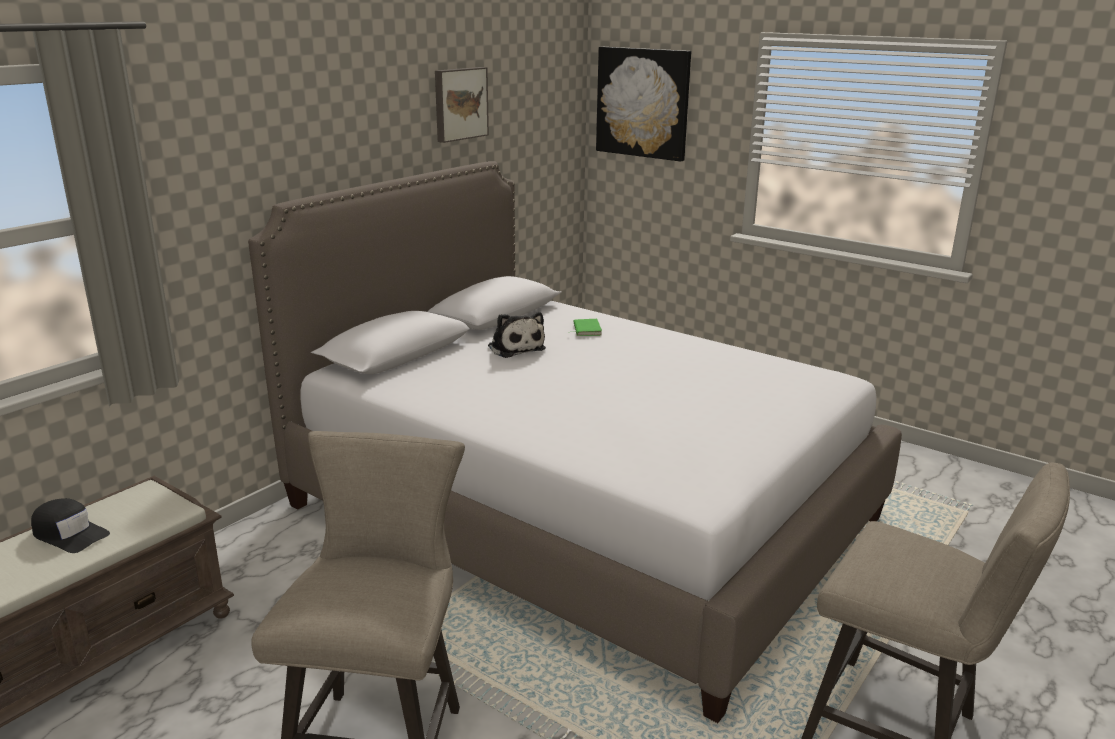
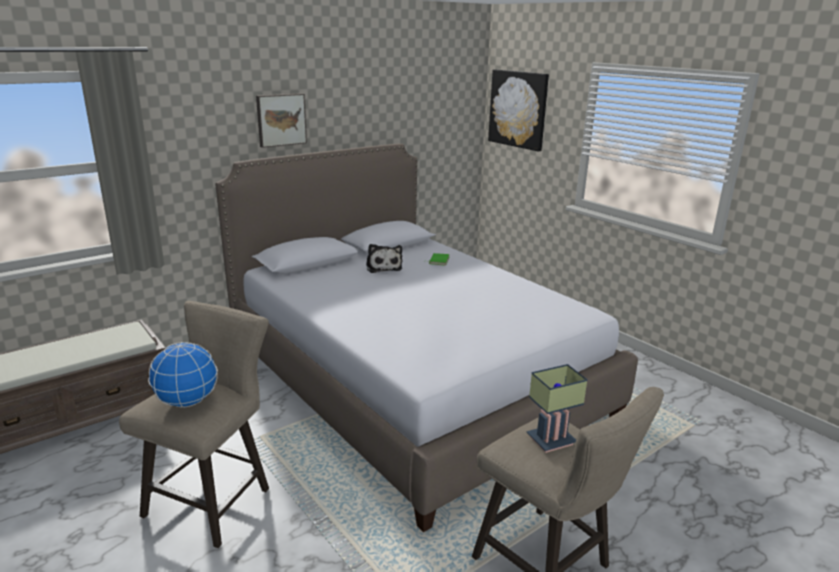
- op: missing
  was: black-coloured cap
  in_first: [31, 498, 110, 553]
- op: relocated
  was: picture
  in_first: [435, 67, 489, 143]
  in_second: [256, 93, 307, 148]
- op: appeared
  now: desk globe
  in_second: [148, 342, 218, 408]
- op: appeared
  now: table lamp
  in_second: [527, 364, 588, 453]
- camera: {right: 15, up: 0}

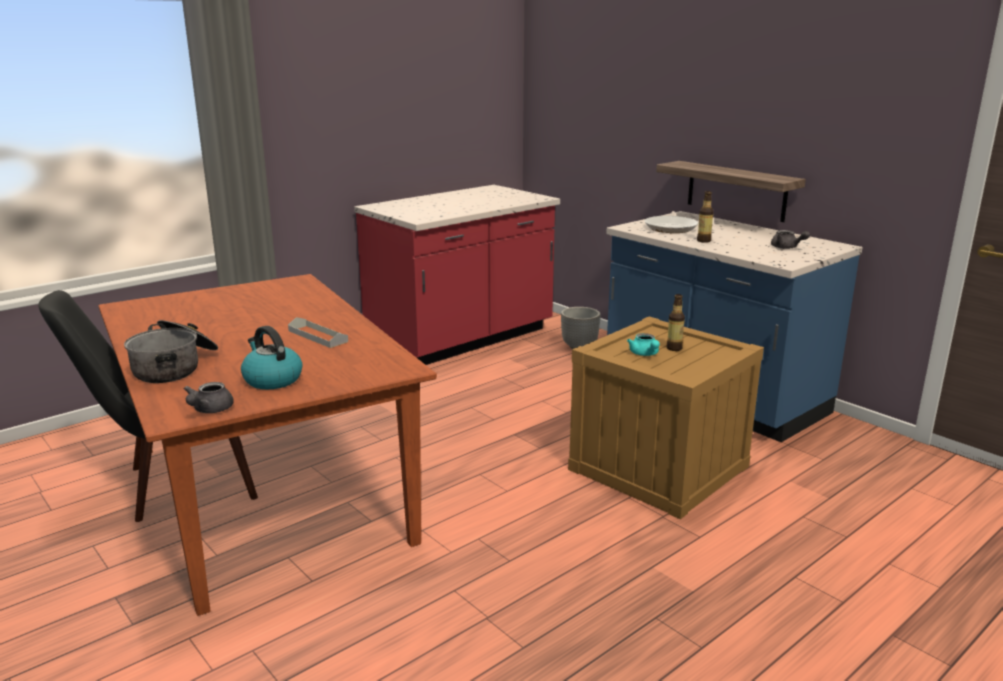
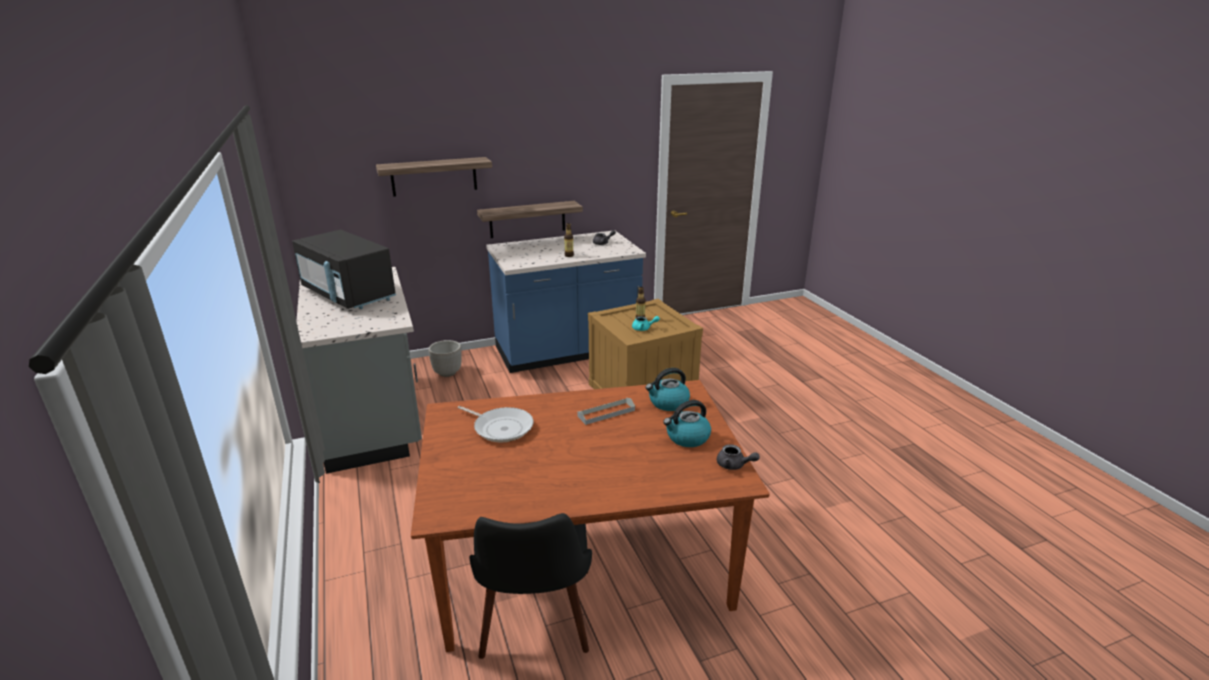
- op: missing
  was: saucepot
  in_first: [124, 320, 218, 383]
- op: colour
  was: red-coloured kitchen counter
  now: greyish kitchen counter
  in_first: [354, 185, 560, 365]
  in_second: [296, 267, 422, 474]
- op: relocated
  was: pan
  in_first: [644, 211, 699, 233]
  in_second: [457, 406, 533, 443]
- op: appeared
  now: black-coloured microwave oven
  in_second: [292, 230, 396, 309]
- op: appeared
  now: bracket shelf
  in_second: [376, 157, 492, 197]
- op: appeared
  now: tea kettle
  in_second: [646, 368, 690, 411]
- camera: {right: -70, up: 5}

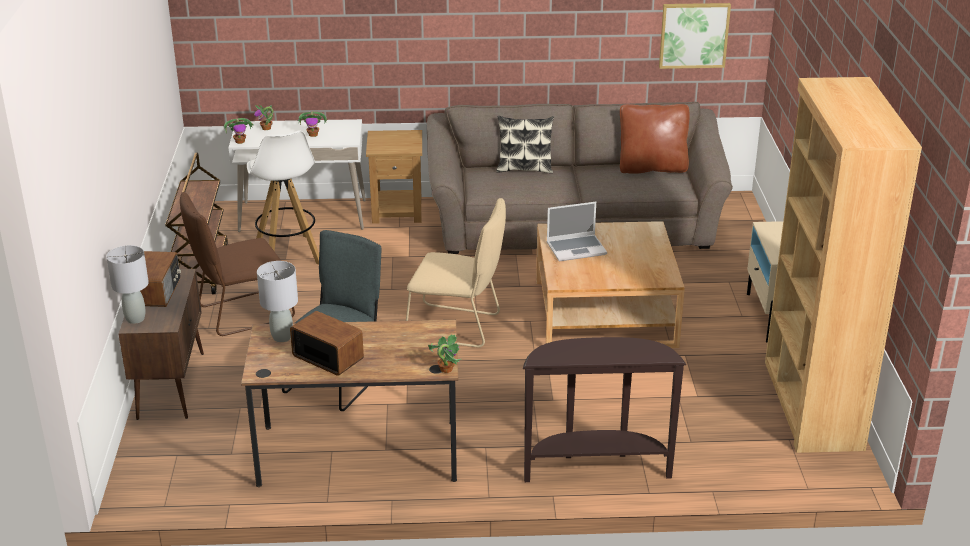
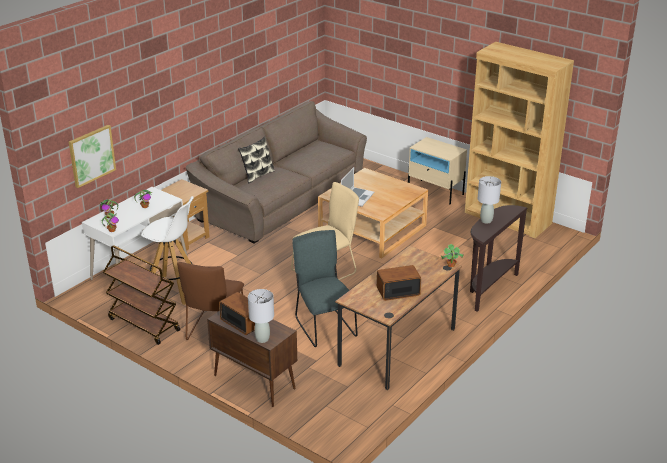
- op: relocated
  was: greyish table lamp
  in_first: [257, 261, 298, 342]
  in_second: [478, 176, 501, 224]
- op: missing
  was: brown-coloured pillow
  in_first: [620, 104, 689, 174]
- op: relocated
  was: picture
  in_first: [659, 3, 731, 69]
  in_second: [69, 125, 116, 188]
- camera: {right: -50, up: 0}

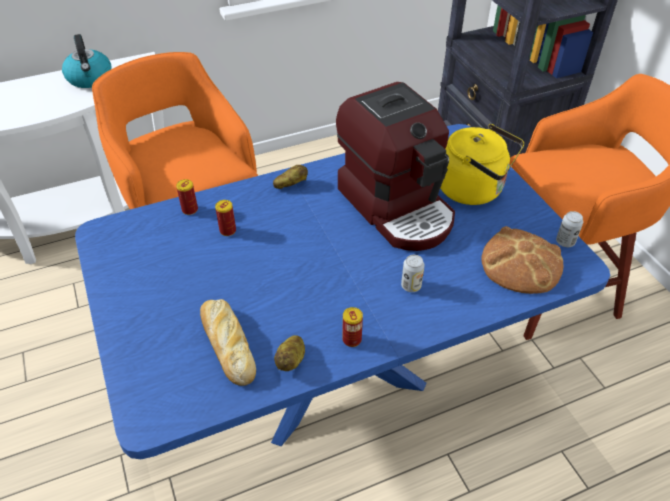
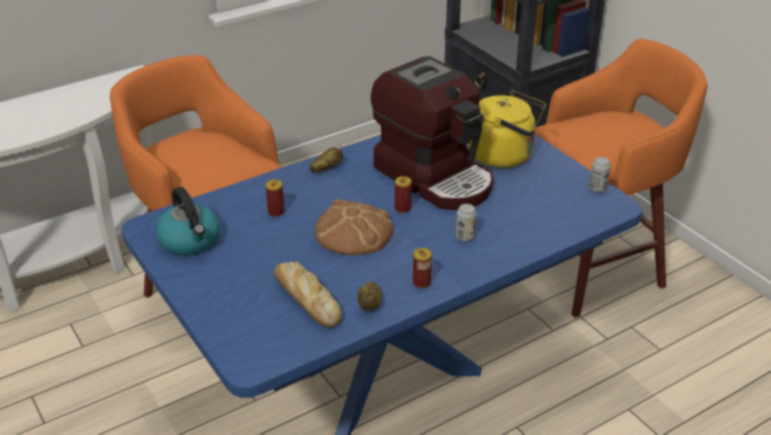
- op: relocated
  was: tea kettle
  in_first: [62, 34, 111, 88]
  in_second: [156, 187, 220, 255]
- op: relocated
  was: metal can
  in_first: [176, 179, 198, 215]
  in_second: [395, 176, 412, 213]
- op: relocated
  was: baked bread
  in_first: [482, 226, 563, 294]
  in_second: [315, 199, 393, 255]
- camera: {right: -10, up: -10}

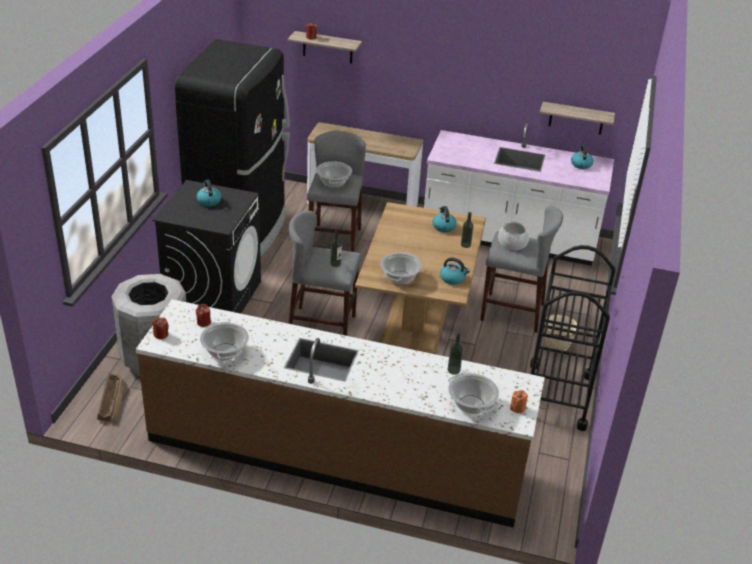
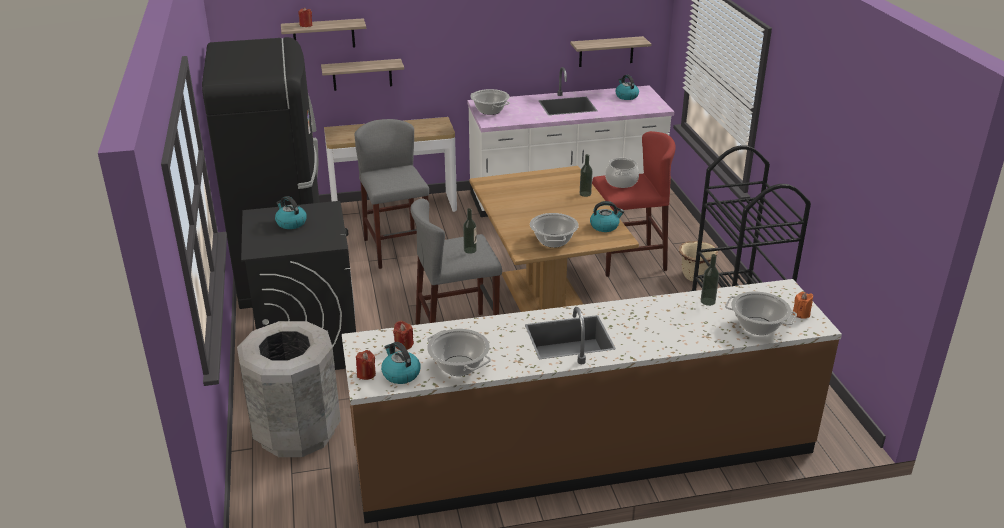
- op: missing
  was: crate
  in_first: [97, 372, 126, 424]
- op: relocated
  was: saucepot
  in_first: [316, 162, 352, 188]
  in_second: [470, 89, 510, 115]
- op: relocated
  was: tea kettle
  in_first: [432, 206, 457, 232]
  in_second: [381, 342, 421, 384]
- op: colour
  was: greyish stool
  now: red-coloured stool
  in_first: [480, 206, 563, 333]
  in_second: [592, 131, 676, 277]
- op: appeared
  now: bracket shelf
  in_second: [321, 59, 404, 91]
- camera: {right: -25, up: -5}

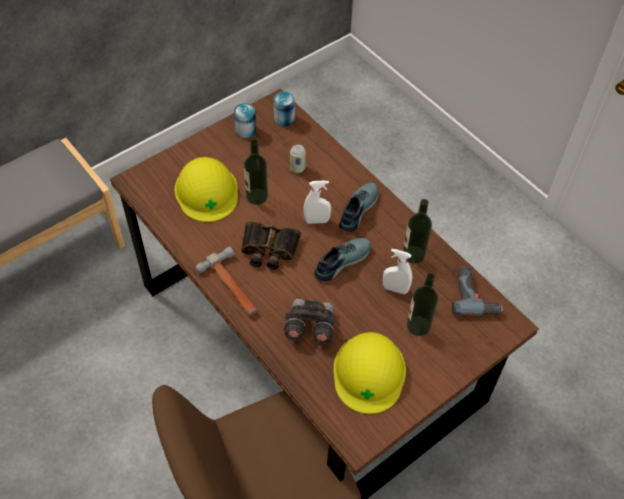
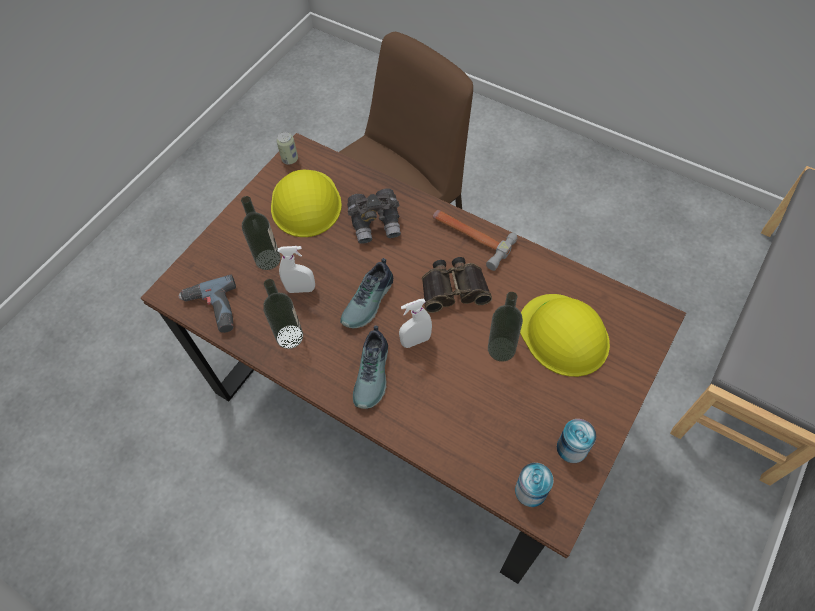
- op: relocated
  was: metal can
  in_first: [290, 144, 306, 173]
  in_second: [276, 132, 298, 165]
- camera: {right: 165, up: 5}

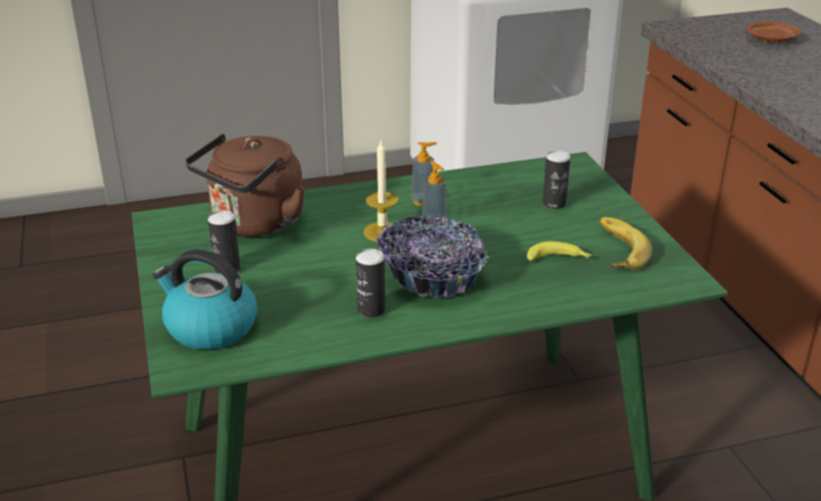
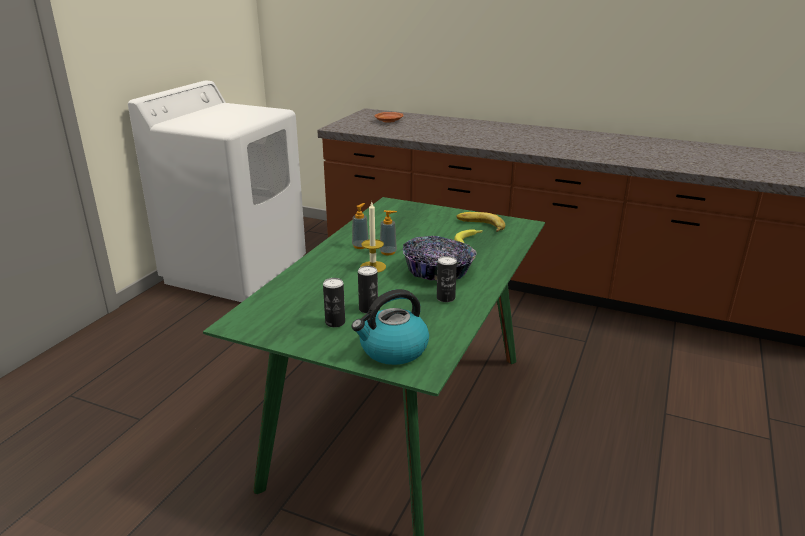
- op: missing
  was: brown-coloured tea kettle
  in_first: [185, 134, 305, 237]
- op: relocated
  was: metal can
  in_first: [542, 150, 570, 209]
  in_second: [358, 266, 378, 314]
- camera: {right: -50, up: -5}

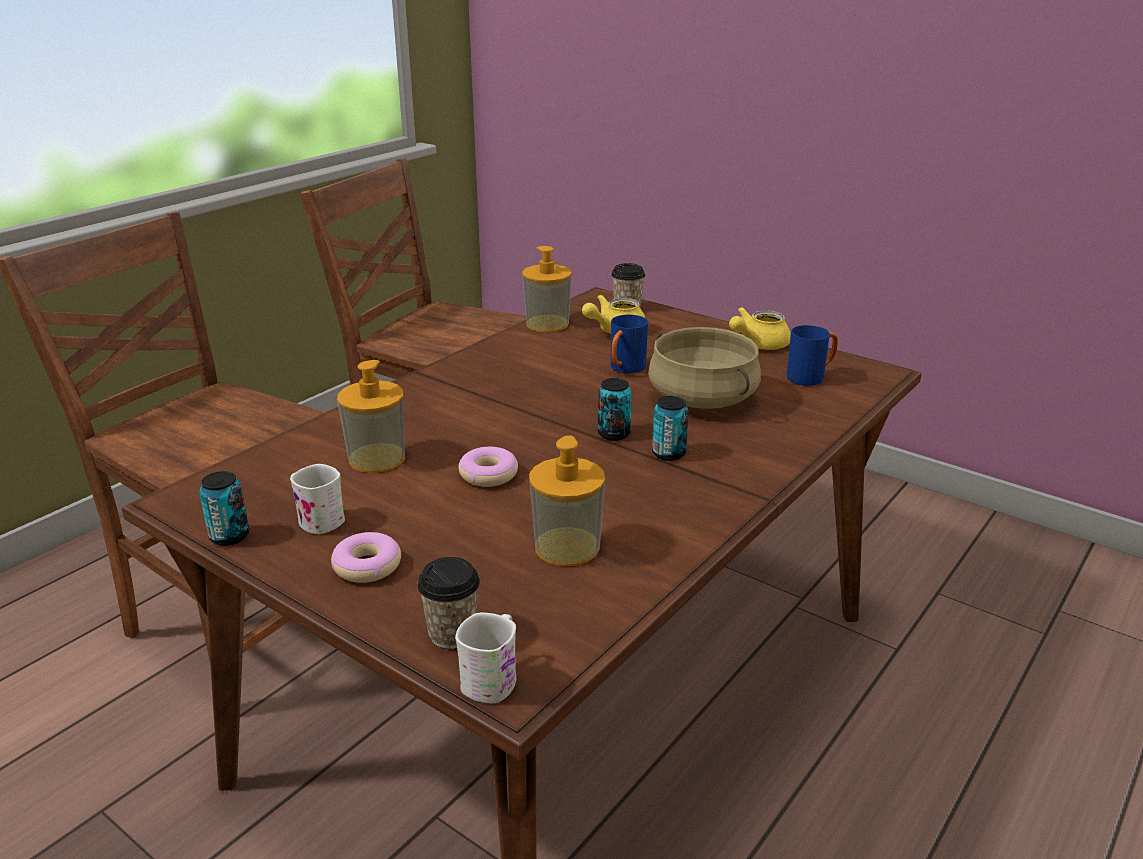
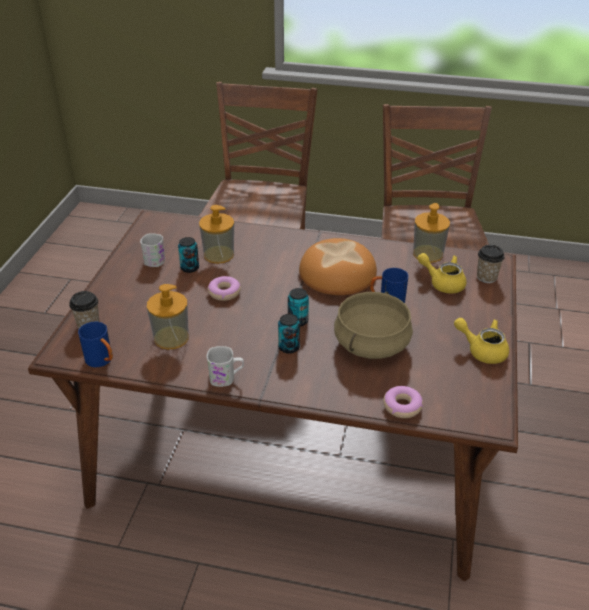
- op: relocated
  was: metal can
  in_first: [199, 471, 249, 546]
  in_second: [178, 237, 199, 273]
- op: relocated
  was: doughnut
  in_first: [331, 532, 401, 583]
  in_second: [383, 386, 423, 418]
- op: relocated
  was: white mug
  in_first: [455, 613, 516, 703]
  in_second: [207, 346, 244, 387]
- op: relocated
  was: blue mug
  in_first: [787, 325, 838, 386]
  in_second: [78, 322, 113, 367]
- op: appeared
  now: baked bread
  in_second: [299, 238, 377, 295]
- camera: {right: 65, up: 10}

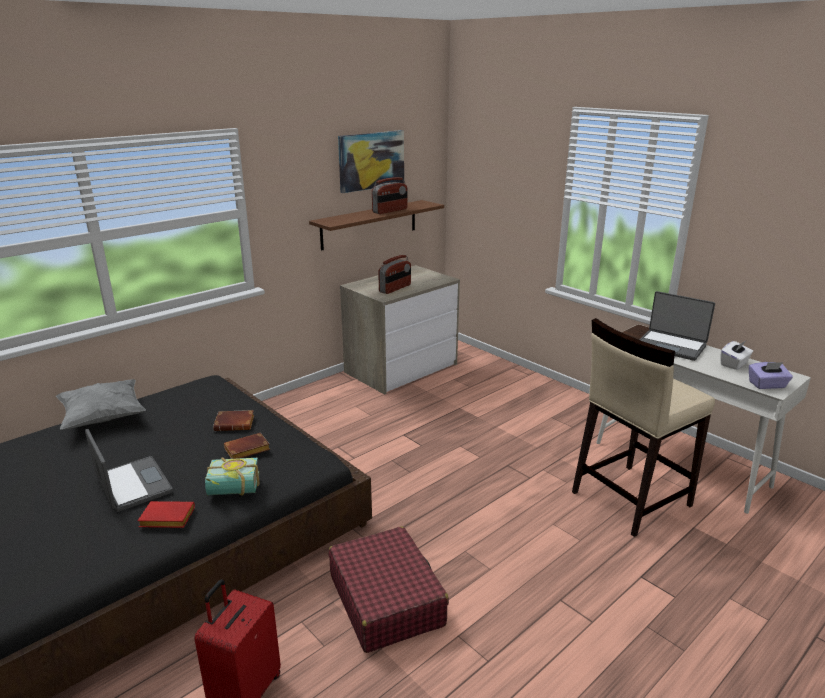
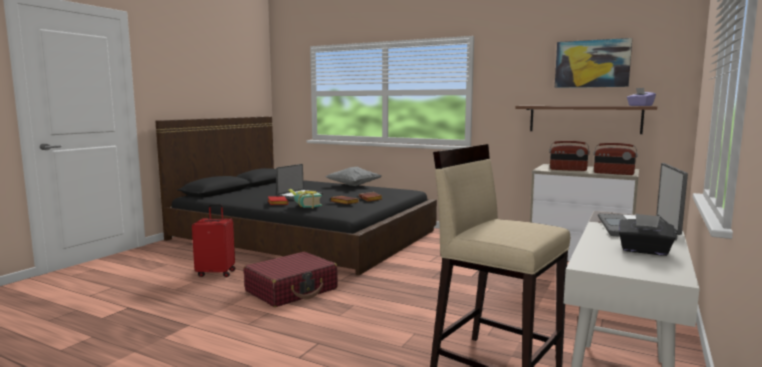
- op: relocated
  was: radio
  in_first: [372, 177, 407, 214]
  in_second: [593, 143, 638, 175]
- op: colour
  was: white box of tissues
  now: black-coloured box of tissues
  in_first: [720, 341, 753, 370]
  in_second: [619, 214, 675, 256]
- op: relocated
  was: purplish box of tissues
  in_first: [749, 362, 793, 389]
  in_second: [627, 88, 656, 106]
- camera: {right: 70, up: -15}

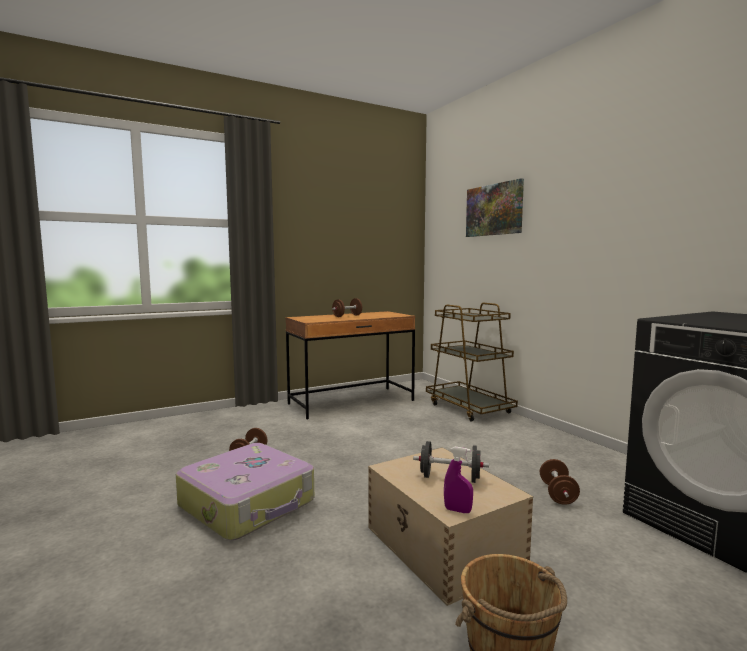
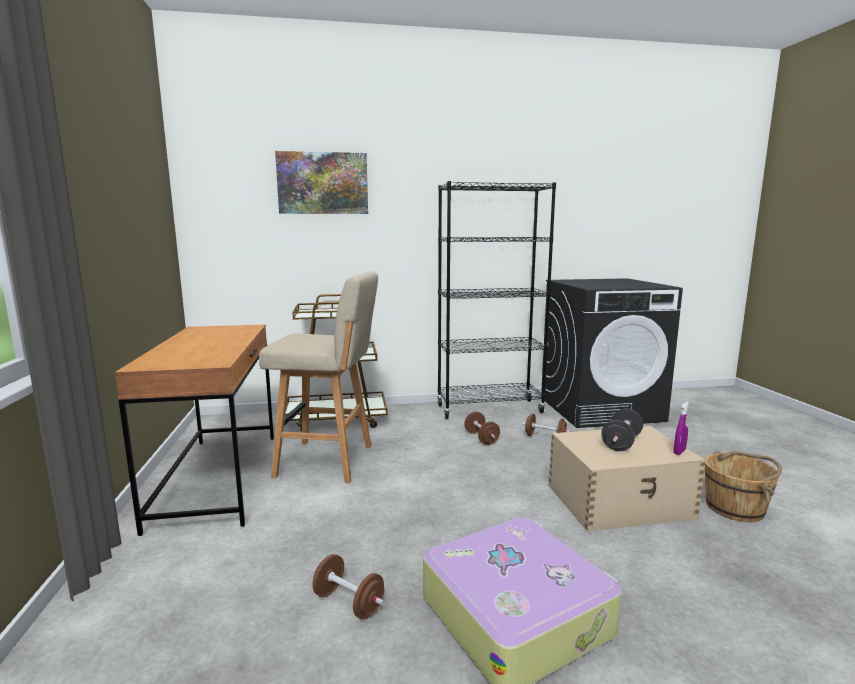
- op: relocated
  was: brown-coloured dumbbell
  in_first: [332, 298, 362, 317]
  in_second: [464, 412, 500, 445]
- op: appeared
  now: beige stool
  in_second: [259, 271, 378, 483]
- op: appeared
  now: black-coloured shelving unit
  in_second: [437, 181, 556, 419]
- camera: {right: -70, up: 5}

